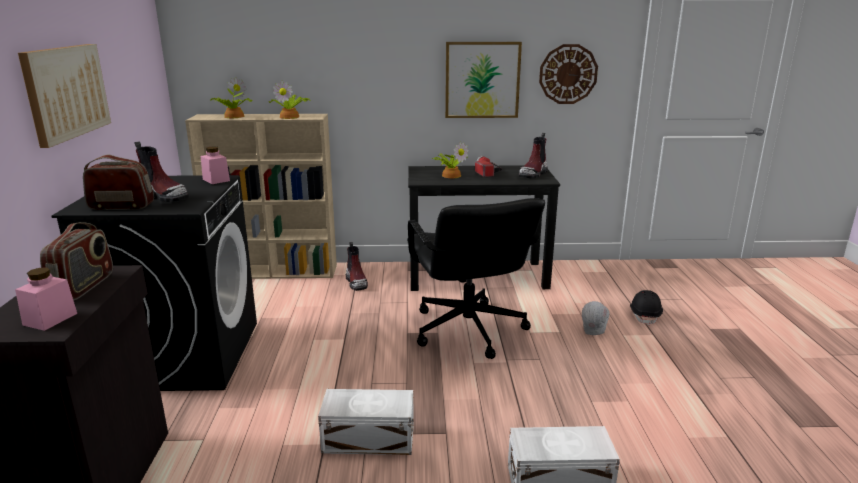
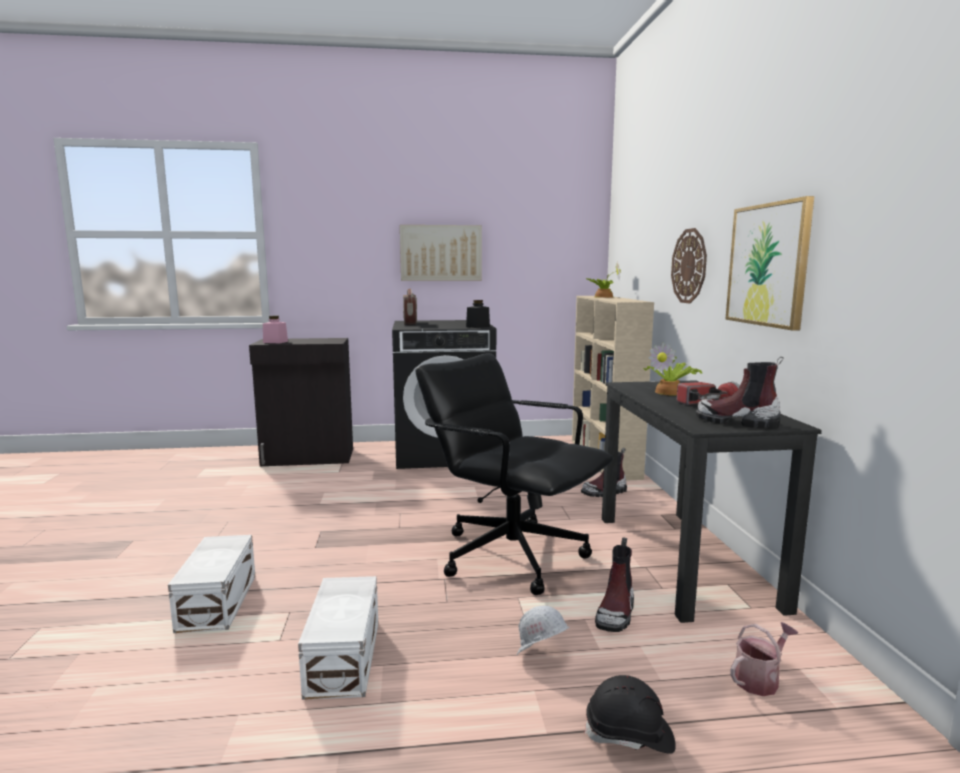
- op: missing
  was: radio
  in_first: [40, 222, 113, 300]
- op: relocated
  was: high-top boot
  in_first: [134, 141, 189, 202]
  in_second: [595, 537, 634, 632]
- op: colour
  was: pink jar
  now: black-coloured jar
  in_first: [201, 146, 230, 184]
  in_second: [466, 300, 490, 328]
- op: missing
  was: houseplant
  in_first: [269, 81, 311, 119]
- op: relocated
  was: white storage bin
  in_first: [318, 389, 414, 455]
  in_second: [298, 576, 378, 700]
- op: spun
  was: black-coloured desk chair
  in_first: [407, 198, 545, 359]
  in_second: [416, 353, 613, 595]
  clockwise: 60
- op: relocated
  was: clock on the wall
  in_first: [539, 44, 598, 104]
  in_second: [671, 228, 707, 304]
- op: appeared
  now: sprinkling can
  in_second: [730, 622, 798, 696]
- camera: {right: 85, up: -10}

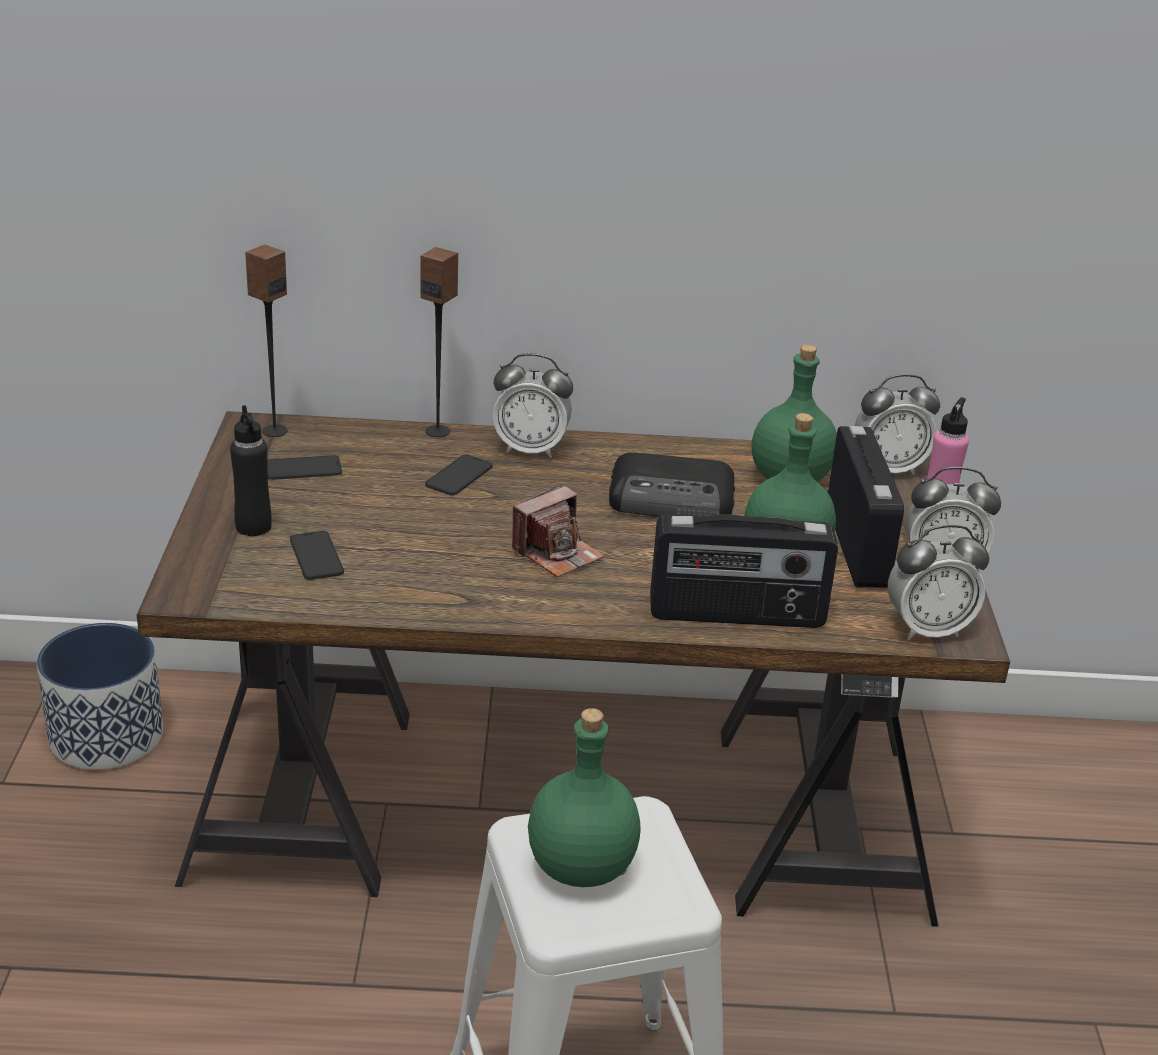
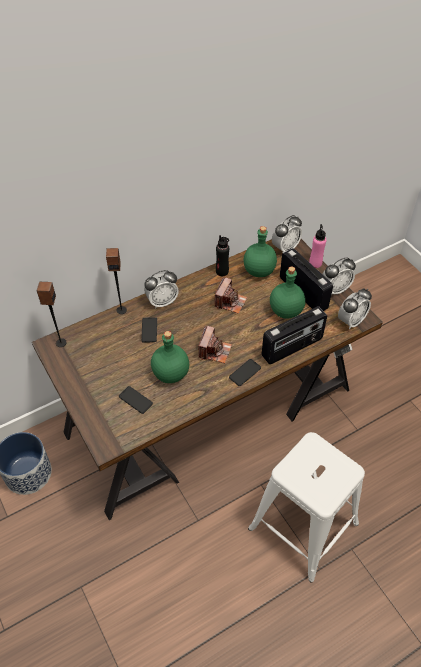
- op: relocated
  was: black-coloured bottle
  in_first: [230, 405, 272, 536]
  in_second: [216, 235, 229, 276]
- op: relocated
  was: phone
  in_first: [268, 455, 342, 480]
  in_second: [229, 359, 261, 386]
- op: relocated
  was: greenish bottle
  in_first: [528, 708, 641, 887]
  in_second: [151, 331, 189, 383]
- op: exchanged
  was: radio
  now: still camera
  in_first: [609, 452, 735, 517]
  in_second: [215, 277, 247, 314]
- camera: {right: -30, up: 20}

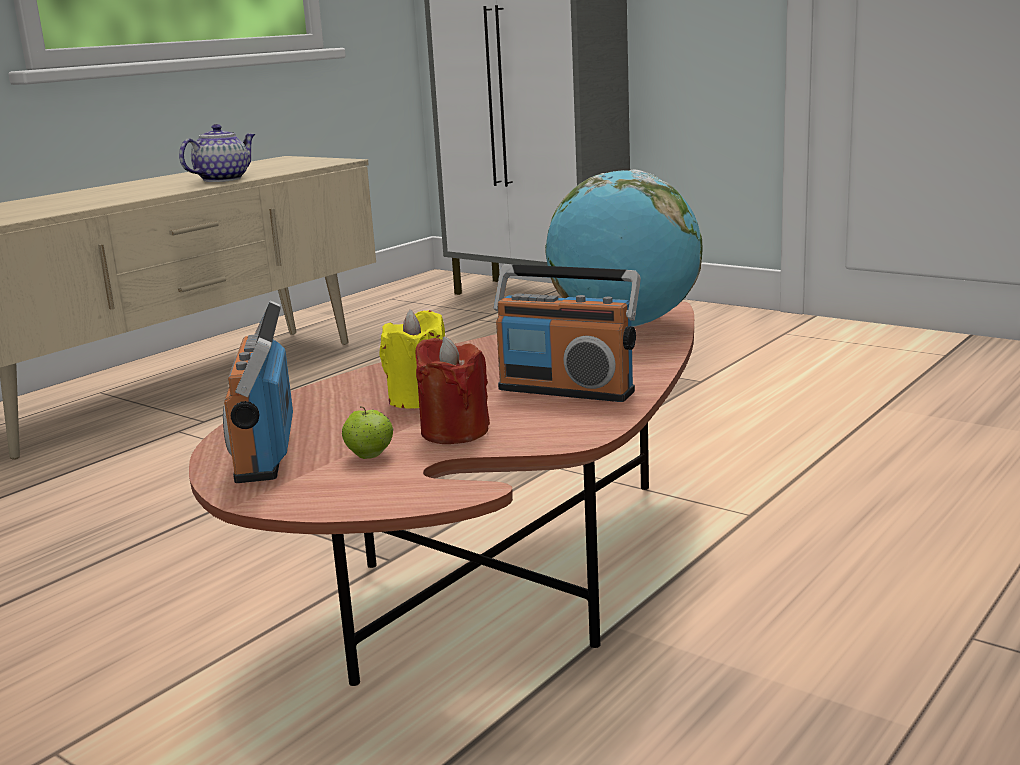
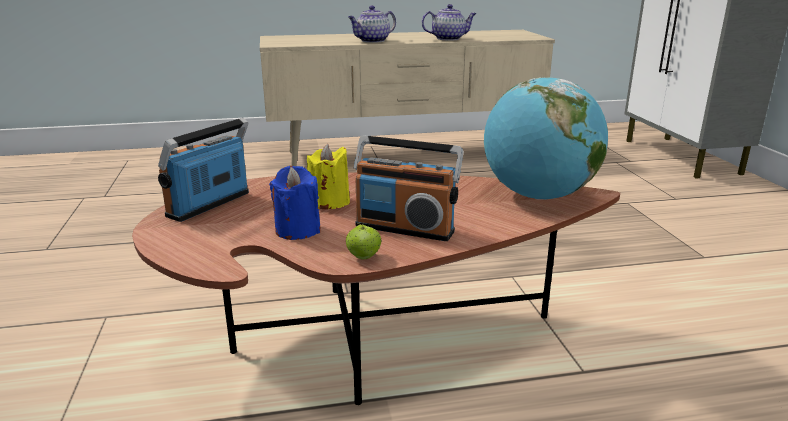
- op: relocated
  was: apple
  in_first: [342, 406, 393, 459]
  in_second: [346, 223, 381, 259]
- op: colour
  was: red-coloured wax light
  now: blue wax light
  in_first: [415, 336, 490, 444]
  in_second: [269, 166, 321, 240]
- op: spun
  was: radio
  in_first: [494, 265, 641, 402]
  in_second: [354, 135, 463, 241]
  clockwise: -45
- op: appeared
  now: teapot
  in_second: [348, 6, 396, 43]
- camera: {right: 40, up: 5}

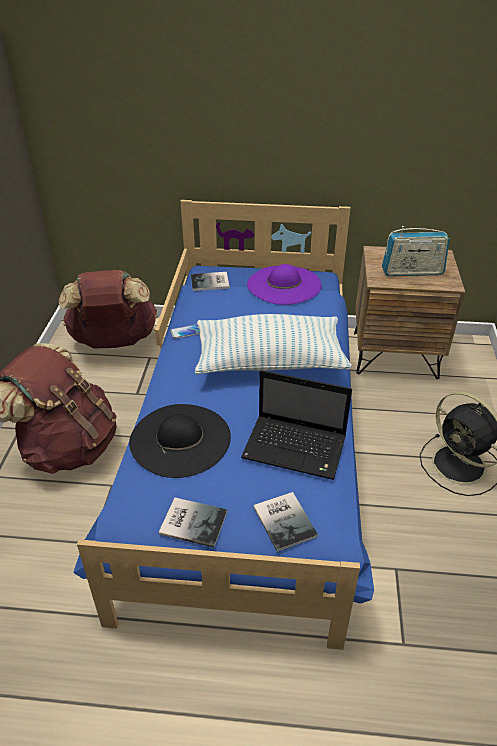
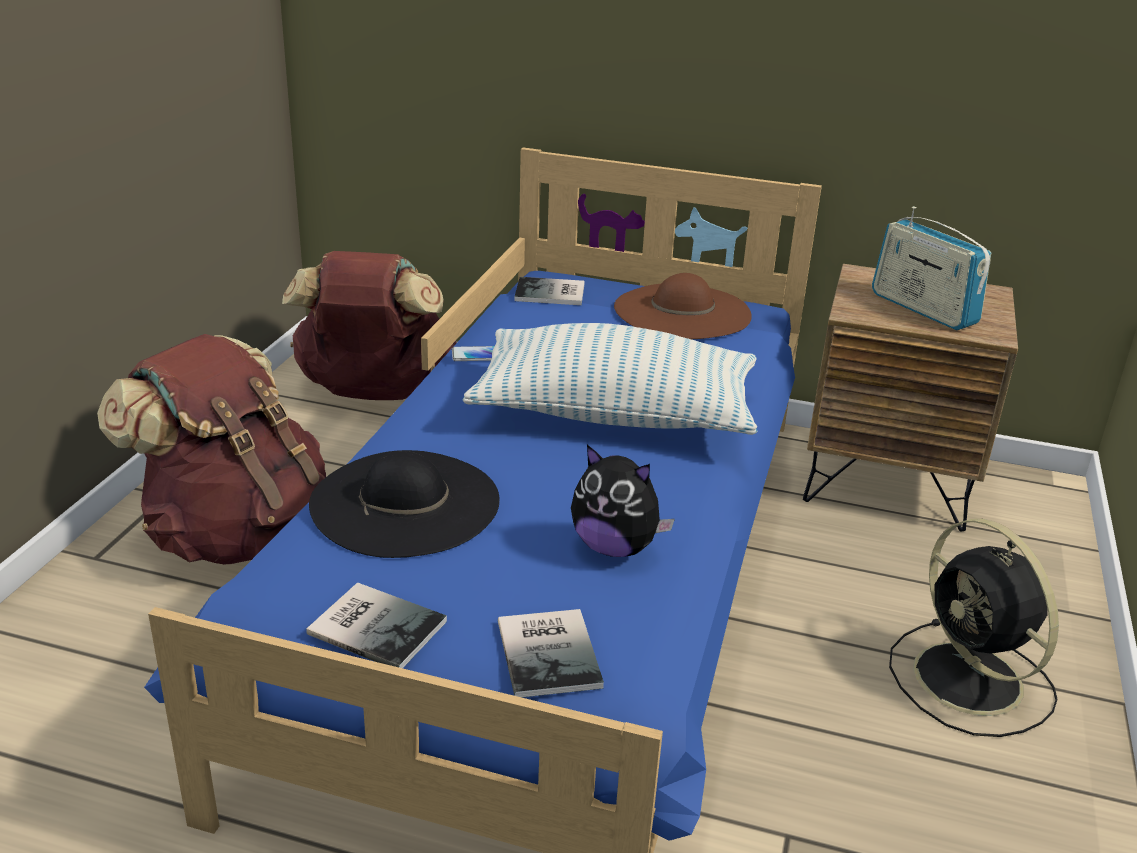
- op: exchanged
  was: laptop
  now: plush toy
  in_first: [241, 370, 352, 480]
  in_second: [571, 445, 675, 557]
- op: colour
  was: purplish clothing hat
  now: brown-coloured clothing hat
  in_first: [247, 264, 321, 305]
  in_second: [614, 273, 752, 339]
- op: spun
  was: radio
  in_first: [382, 226, 449, 276]
  in_second: [872, 206, 991, 330]
  clockwise: 45
- camera: {right: 10, up: -10}

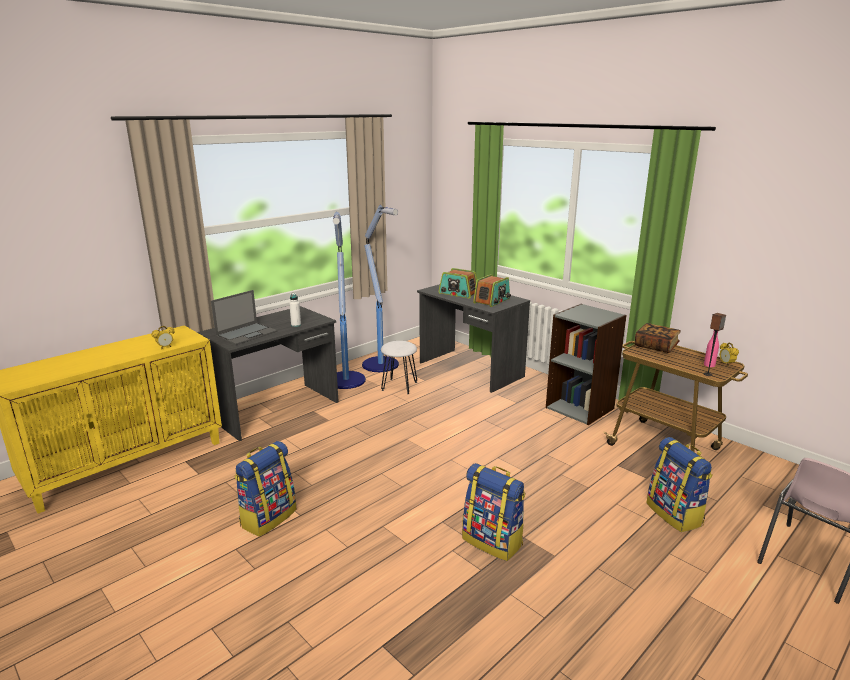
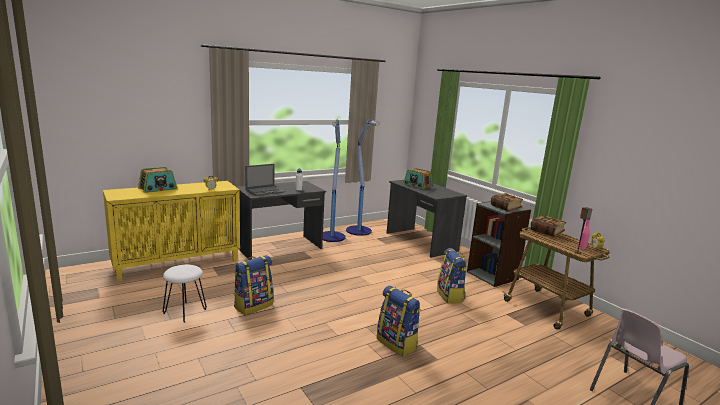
- op: relocated
  was: white stool
  in_first: [381, 341, 417, 394]
  in_second: [163, 265, 207, 323]
- op: relocated
  was: radio
  in_first: [473, 274, 511, 307]
  in_second: [138, 167, 177, 193]
- op: relocated
  was: backpack
  in_first: [646, 437, 713, 532]
  in_second: [437, 248, 468, 303]
- op: appeared
  now: bound book
  in_second: [491, 193, 523, 211]
- camera: {right: 10, up: -5}

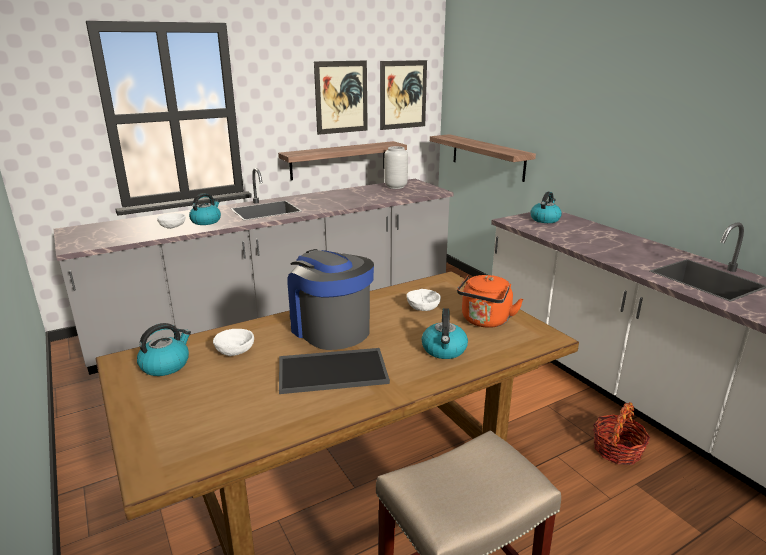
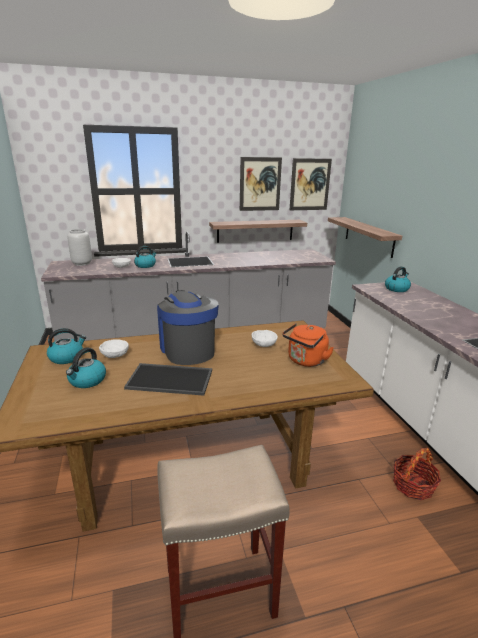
- op: relocated
  was: greyish decorative vase
  in_first: [384, 146, 408, 189]
  in_second: [67, 229, 92, 266]
- op: relocated
  was: tea kettle
  in_first: [422, 308, 468, 359]
  in_second: [66, 348, 106, 388]
- camera: {right: 15, up: 0}

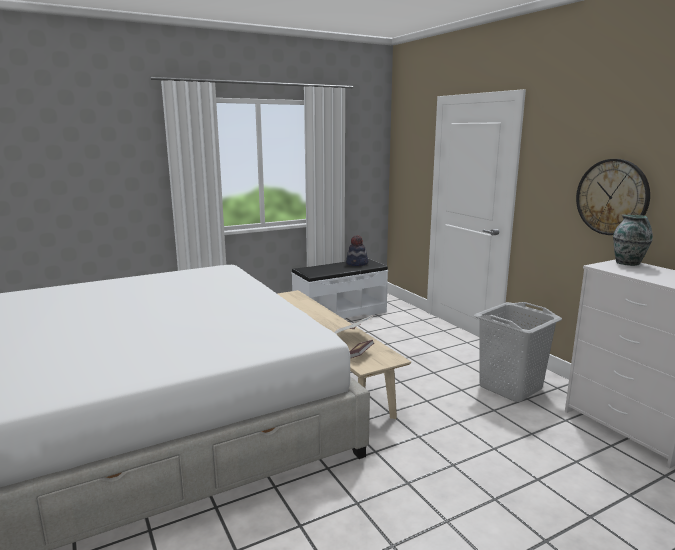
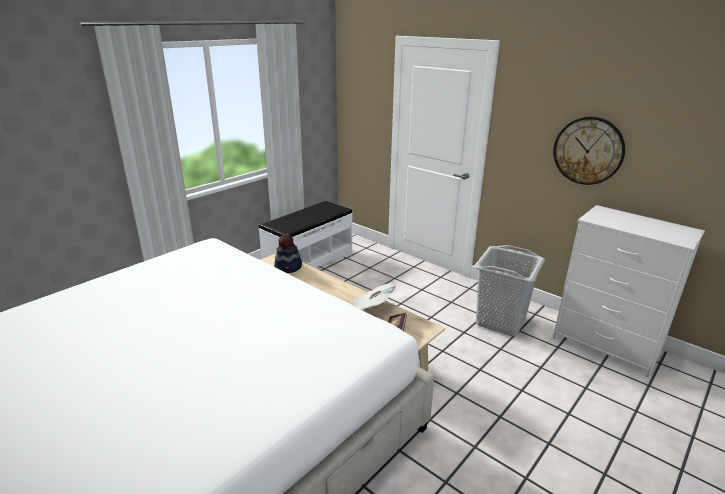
- op: relocated
  was: clothing hat
  in_first: [346, 235, 368, 266]
  in_second: [274, 234, 302, 273]
- op: missing
  was: decorative vase
  in_first: [613, 215, 653, 266]
- camera: {right: -20, up: 10}

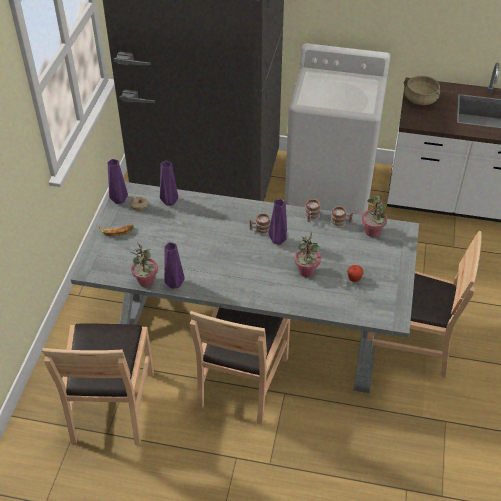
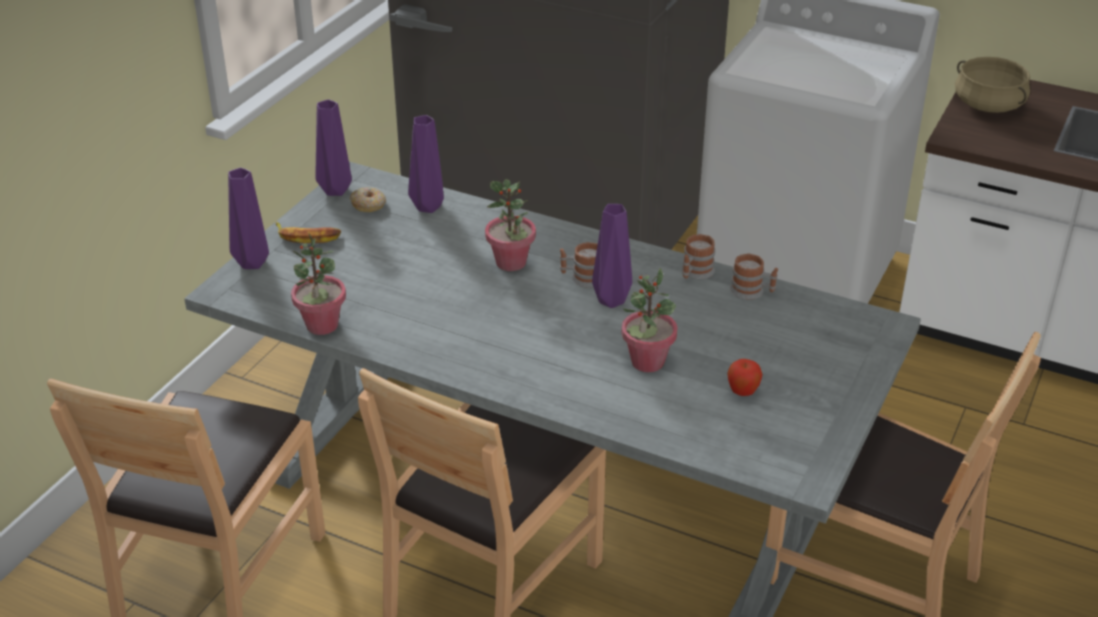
- op: relocated
  was: purplish decorative vase
  in_first: [164, 242, 185, 289]
  in_second: [228, 168, 269, 269]
- op: relocated
  was: houseplant
  in_first: [362, 196, 387, 237]
  in_second: [485, 179, 536, 271]
- camera: {right: 15, up: -10}

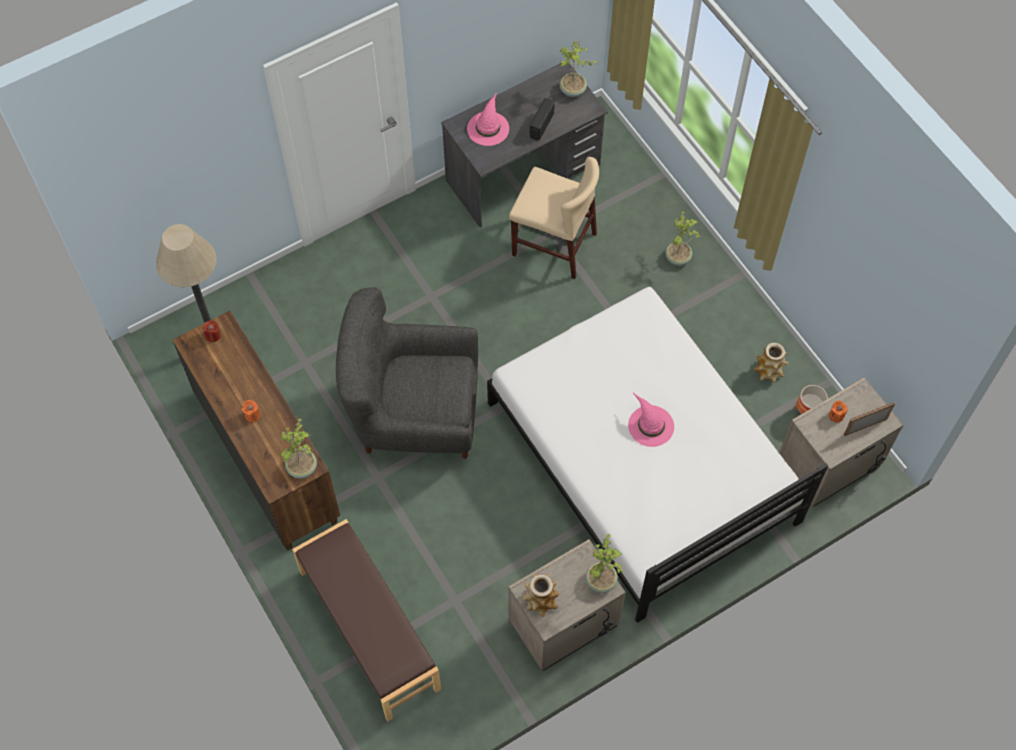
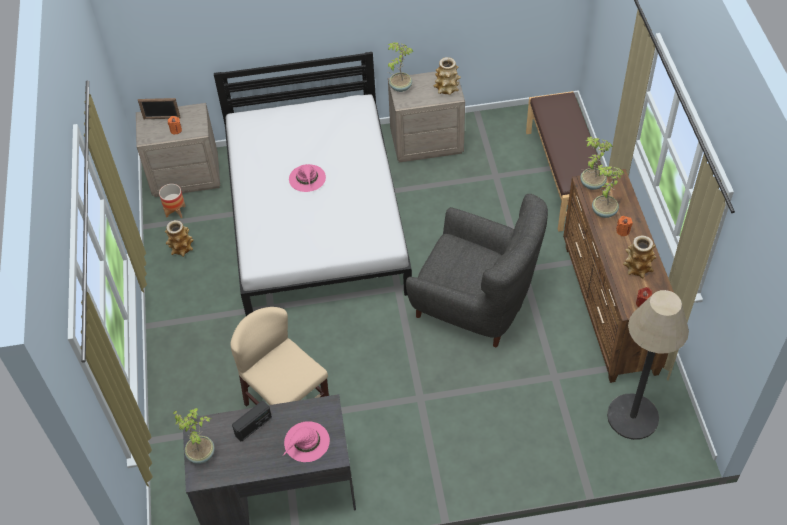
- op: relocated
  was: houseplant
  in_first: [665, 211, 700, 266]
  in_second: [592, 164, 625, 218]
- op: appeared
  now: decorative vase
  in_second: [623, 235, 657, 279]
- camera: {right: -155, up: -10}

